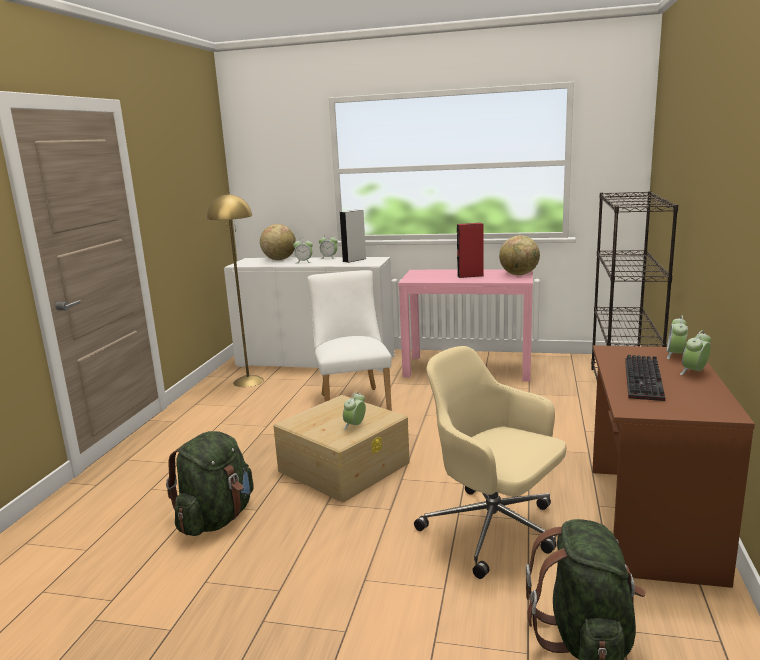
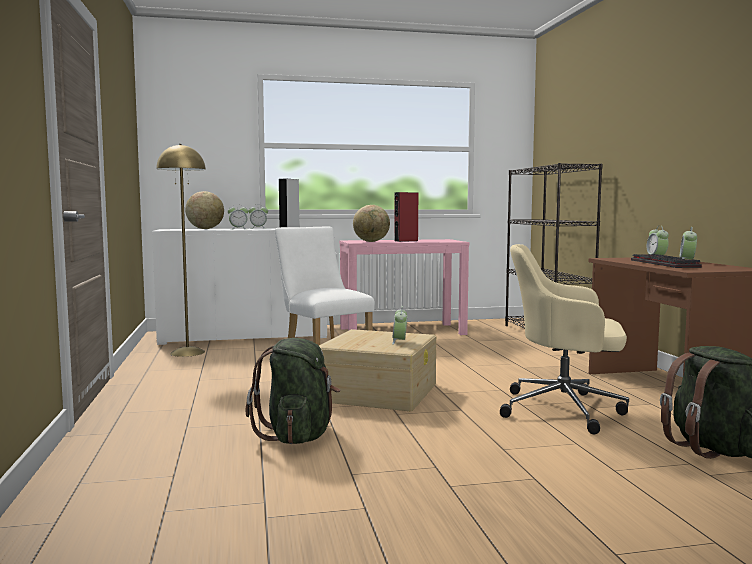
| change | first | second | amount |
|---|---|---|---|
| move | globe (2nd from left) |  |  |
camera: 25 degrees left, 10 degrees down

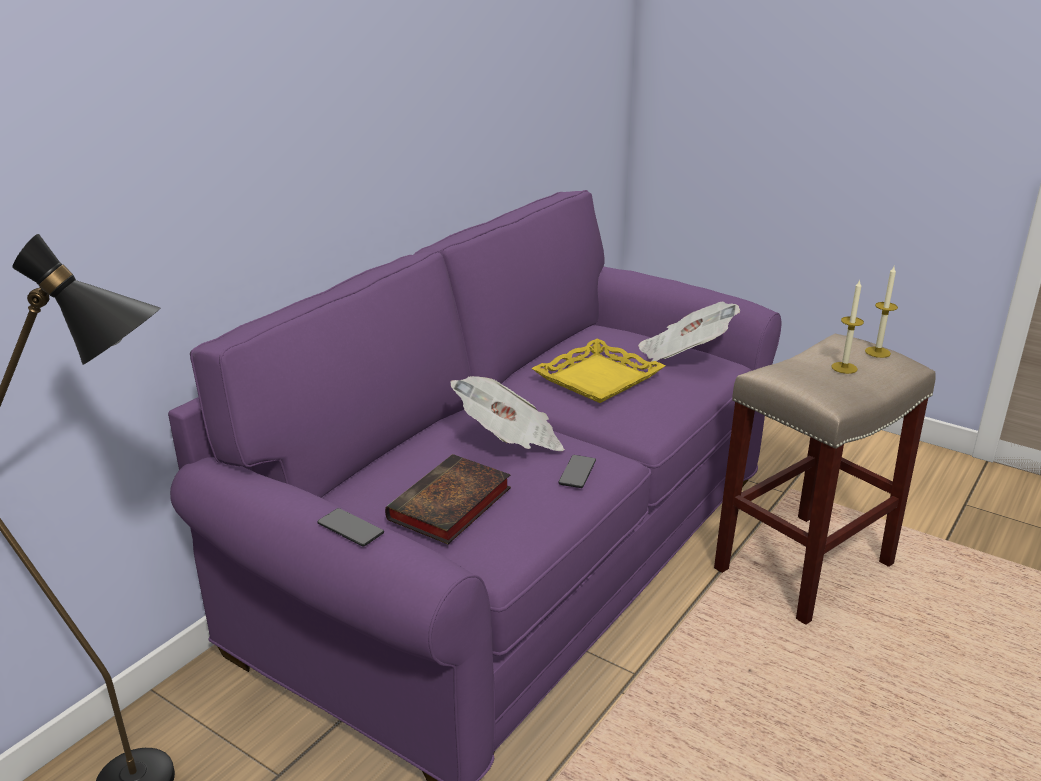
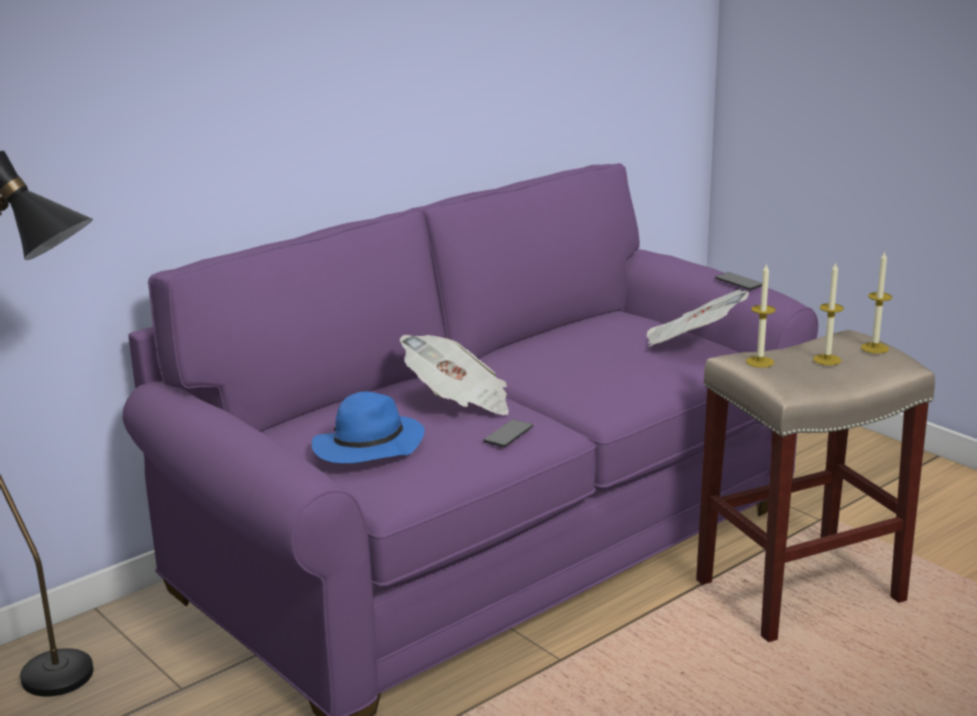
| change | first | second | amount |
|---|---|---|---|
| delete | tray/yellow |  |  |
| insert |  | candle (1st from left) |  |
| move | phone (1st from left in the first image) | phone (2nd from left) |  |
| replace | book | hat/blue |  |
camera: 15 degrees right, 5 degrees down

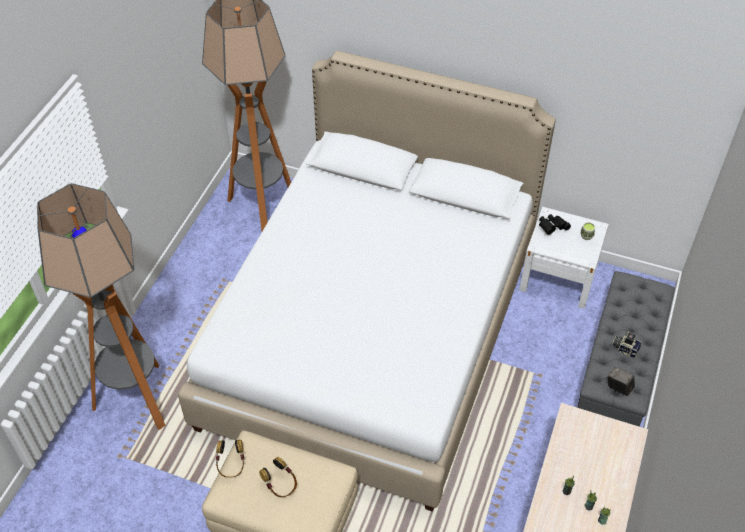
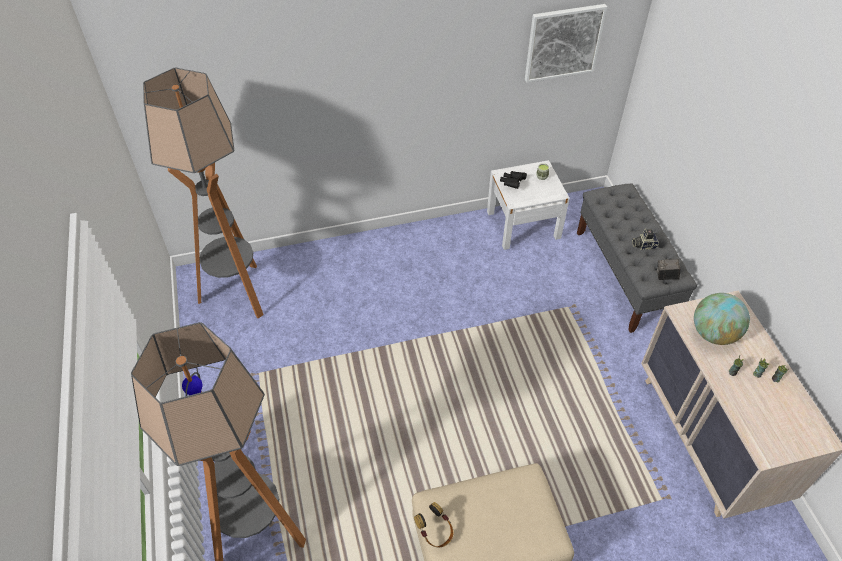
| change | first | second | amount |
|---|---|---|---|
| delete | bed/white |  |  |
| delete | headphones (2nd from left) |  |  |
| insert |  | picture |  |
| insert |  | globe |  |
camera: 35 degrees left, 0 degrees up

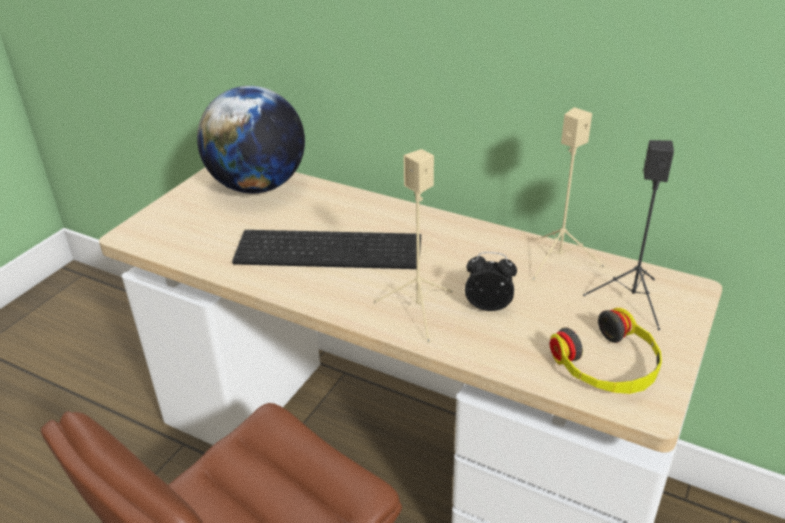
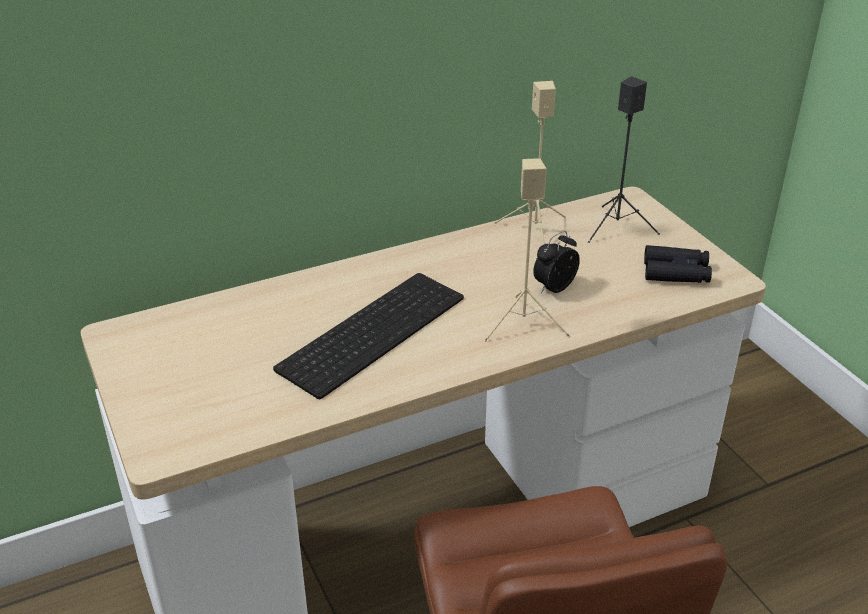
| change | first | second | amount |
|---|---|---|---|
| delete | globe |  |  |
| replace | headphones | binoculars/black |  |
camera: 55 degrees left, 0 degrees up

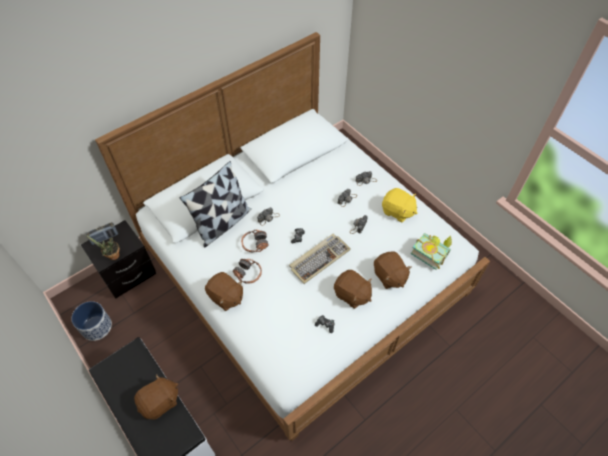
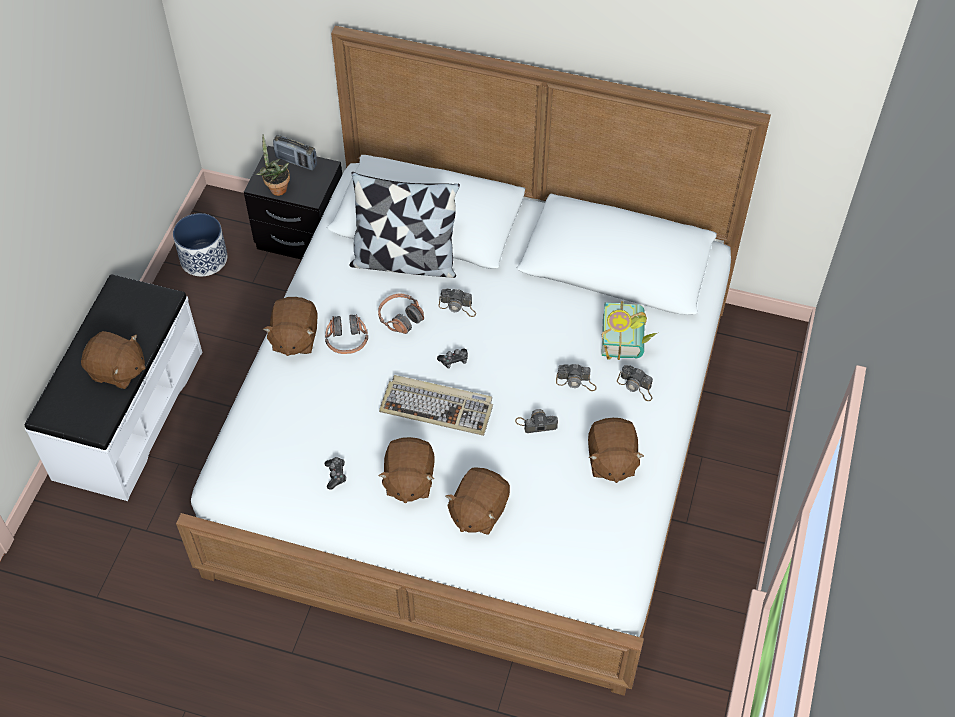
| change | first | second | amount |
|---|---|---|---|
| move | book |  |  |
| recolor | plush toy/yellow | plush toy/brown (5th from left) |  |
camera: 55 degrees right, 0 degrees up

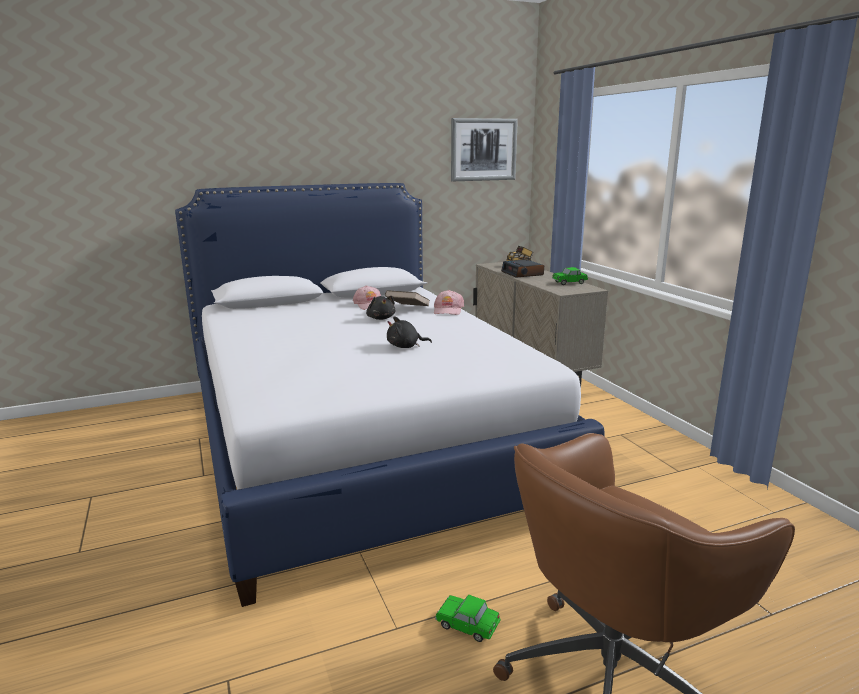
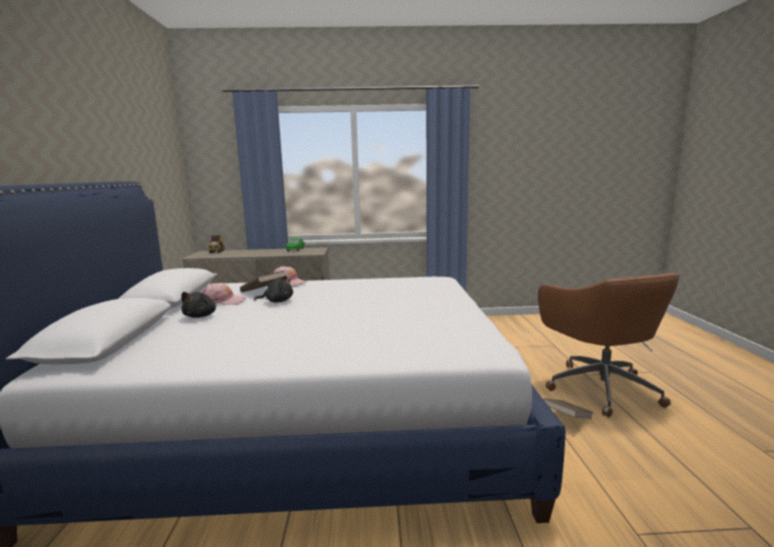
| change | first | second | amount |
|---|---|---|---|
| delete | picture |  |  |
| delete | alarm clock |  |  |
| move | plush toy/black (2nd from left in the first image) | plush toy/black (1st from left) |  |
| replace | toy car (1st from left) | book/brown (2nd from left) |  |
camera: 70 degrees left, 5 degrees down

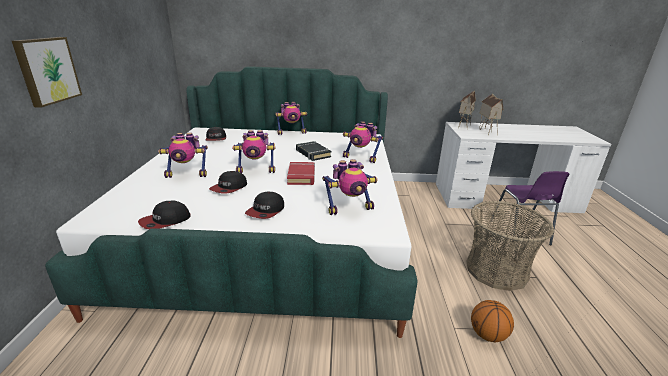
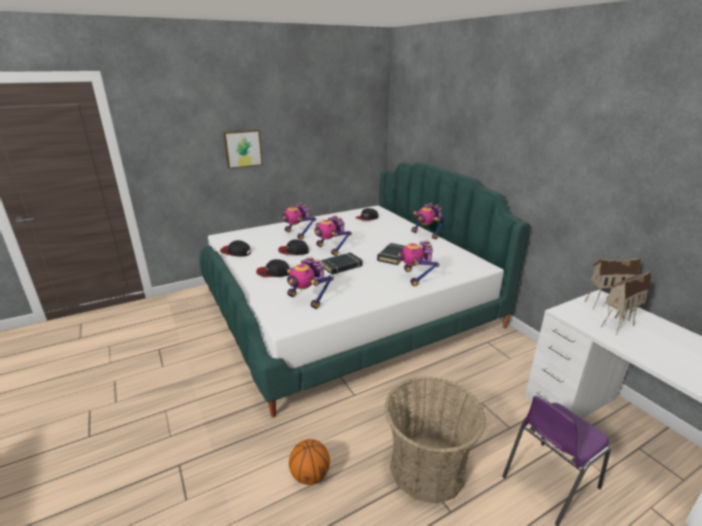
| change | first | second | amount |
|---|---|---|---|
| recolor | book/red | book/black (1st from left) |  |
camera: 60 degrees right, 0 degrees up

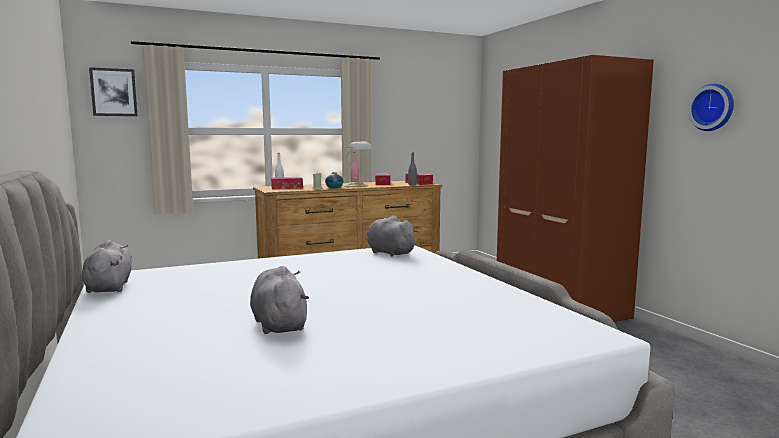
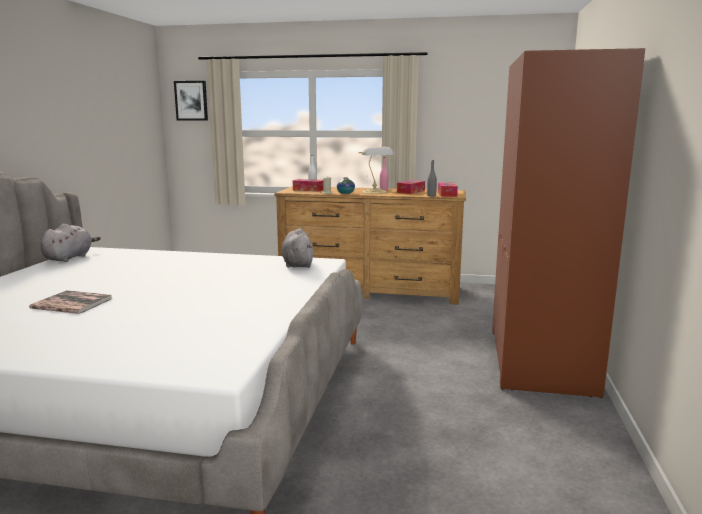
| change | first | second | amount |
|---|---|---|---|
| delete | wall clock |  |  |
| replace | plush toy/grey (2nd from left) | book |  |
camera: 35 degrees right, 5 degrees up

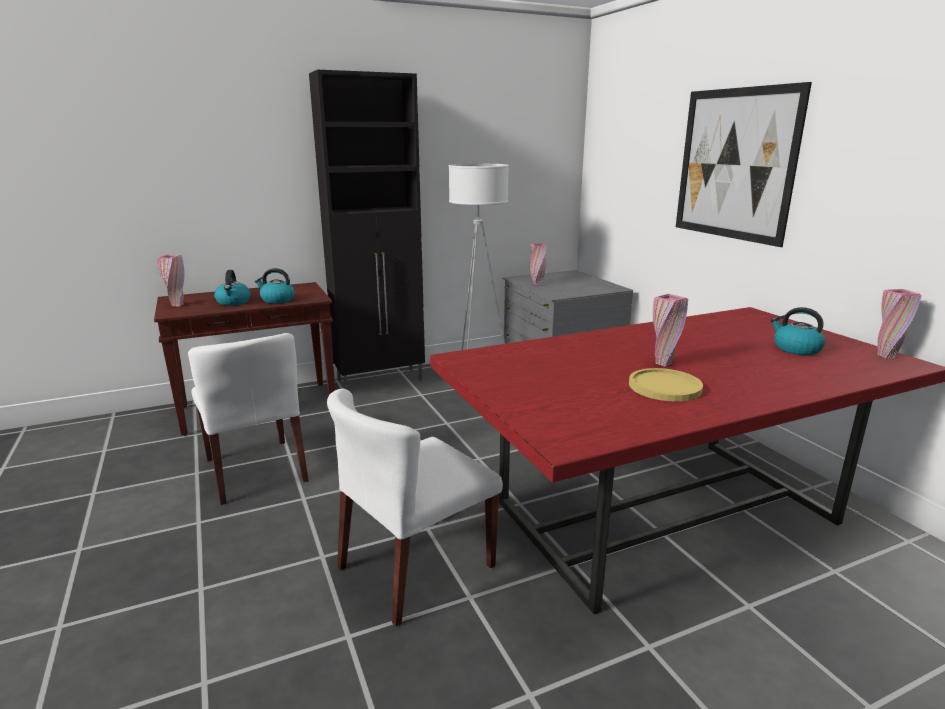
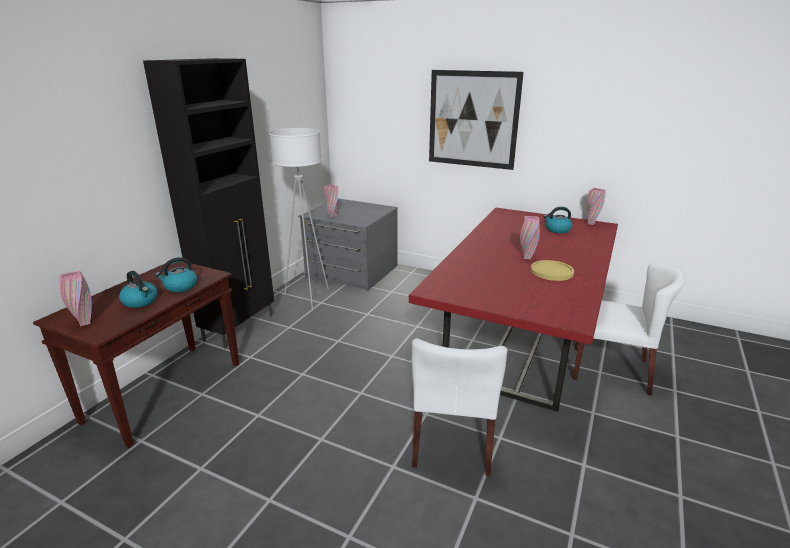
| change | first | second | amount |
|---|---|---|---|
| move | chair/white (1st from left in the first image) | chair/white (2nd from left) |  |
camera: 40 degrees left, 5 degrees up

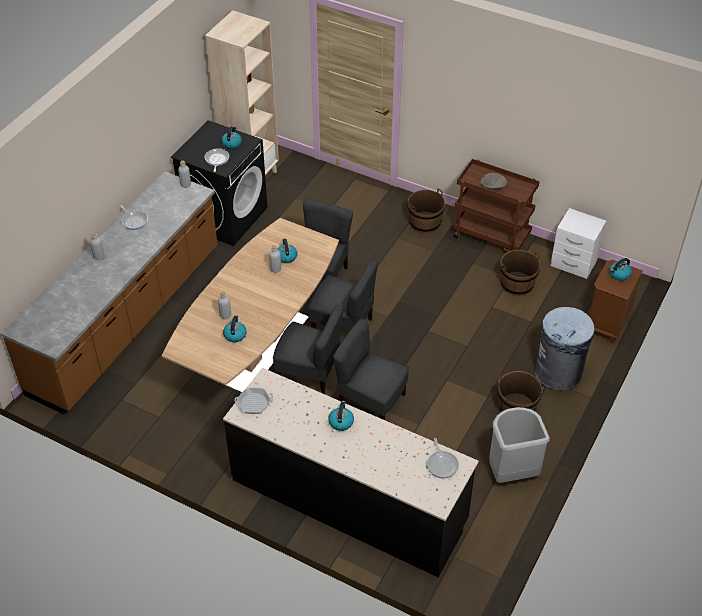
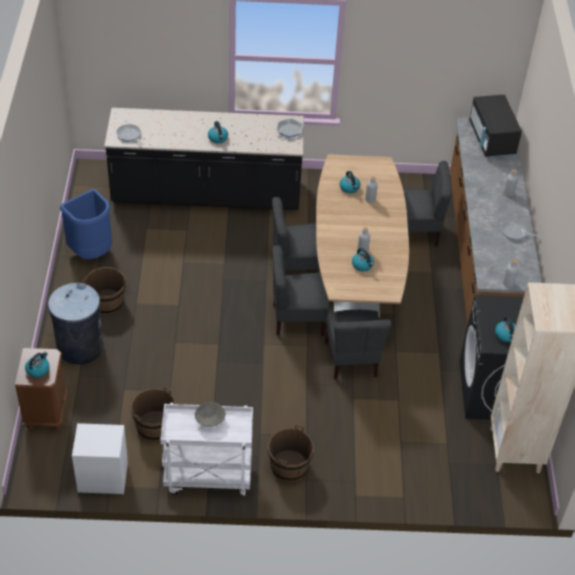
| change | first | second | amount |
|---|---|---|---|
| delete | frying pan (2nd from left) |  |  |
| insert |  | microwave/black |  |
| move | chair/grey (4th from left) |  |  |
| recolor | cart/brown | cart/white |  |
| recolor | trash can/grey (1st from left) | trash can/blue |  |
camera: 150 degrees right, 0 degrees up

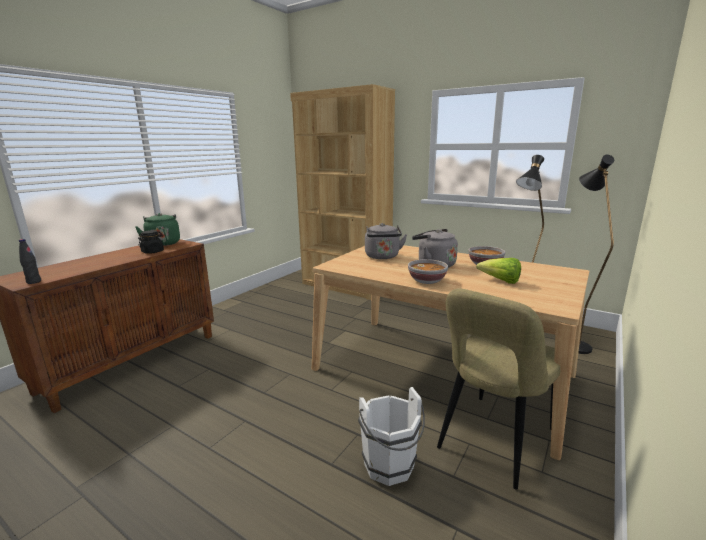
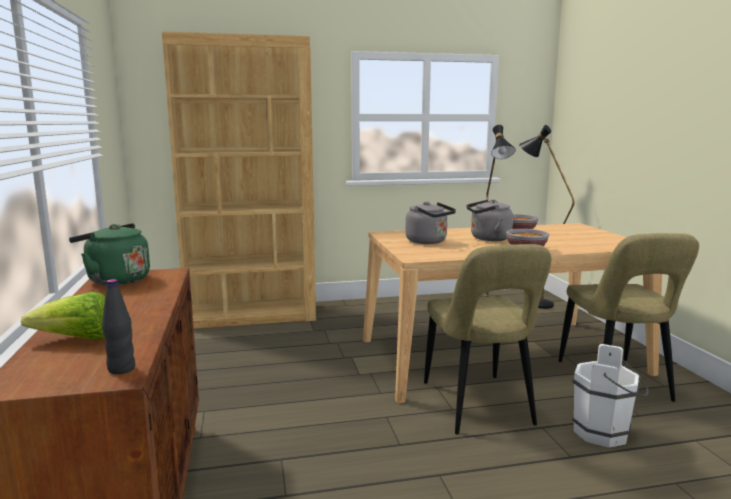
| change | first | second | amount |
|---|---|---|---|
| delete | jar/black |  |  |
| insert |  | chair/beige (1st from left) |  |
| move | lettuce |  |  |
camera: 45 degrees left, 5 degrees down

